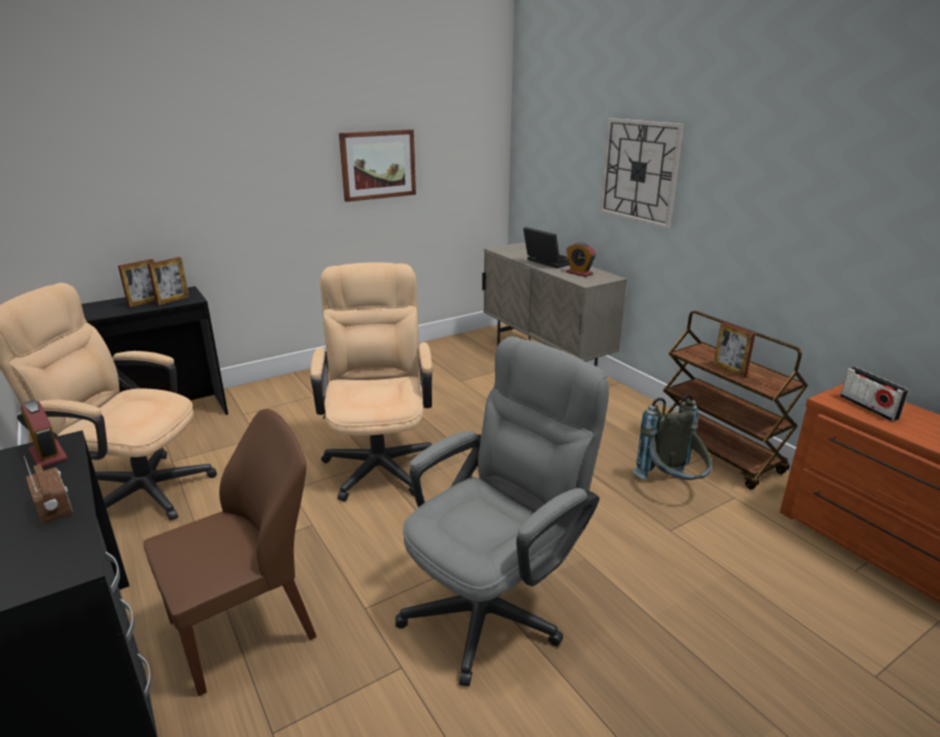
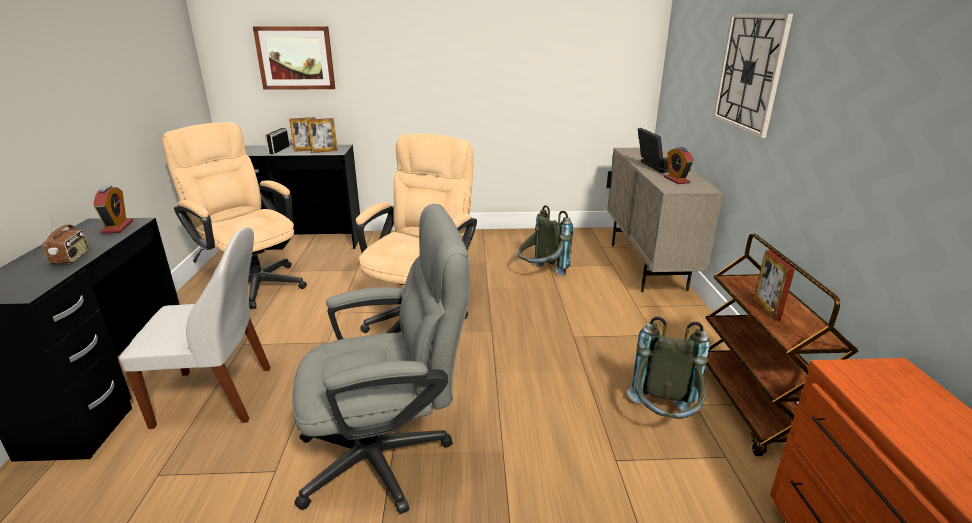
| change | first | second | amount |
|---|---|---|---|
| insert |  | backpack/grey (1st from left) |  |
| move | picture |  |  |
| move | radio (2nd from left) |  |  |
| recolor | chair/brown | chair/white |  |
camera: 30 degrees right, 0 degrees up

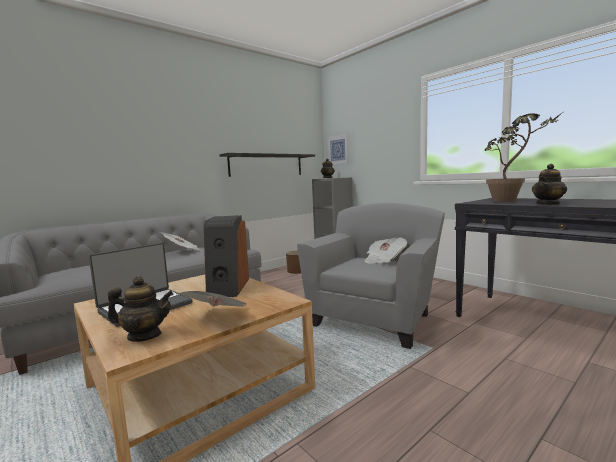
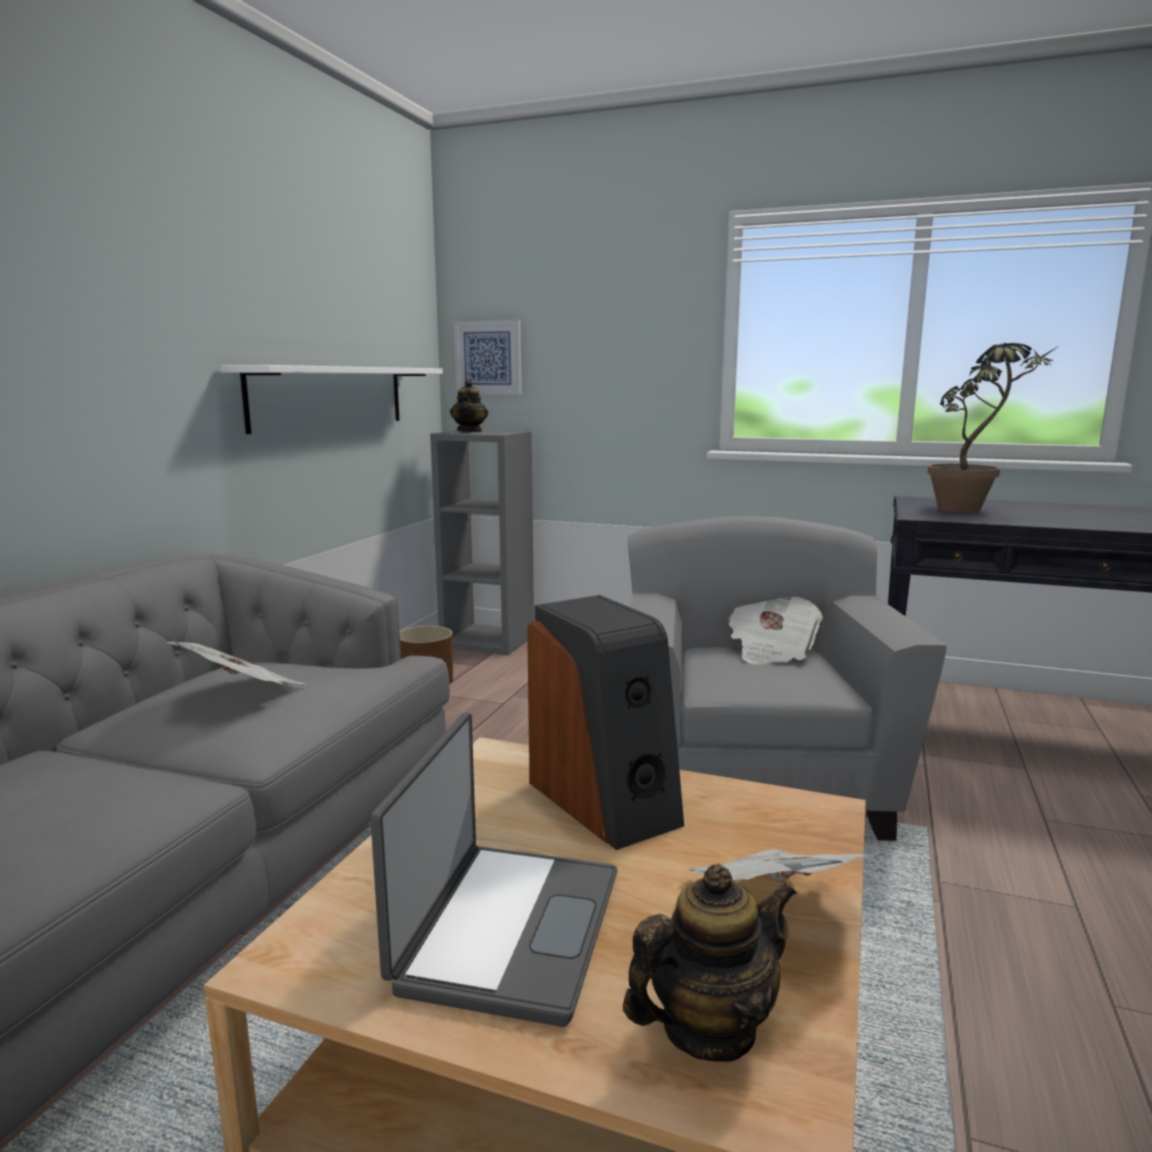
| change | first | second | amount |
|---|---|---|---|
| delete | teapot (3rd from left) |  |  |
| recolor | shelf/black | shelf/white |  |
camera: 30 degrees left, 5 degrees up

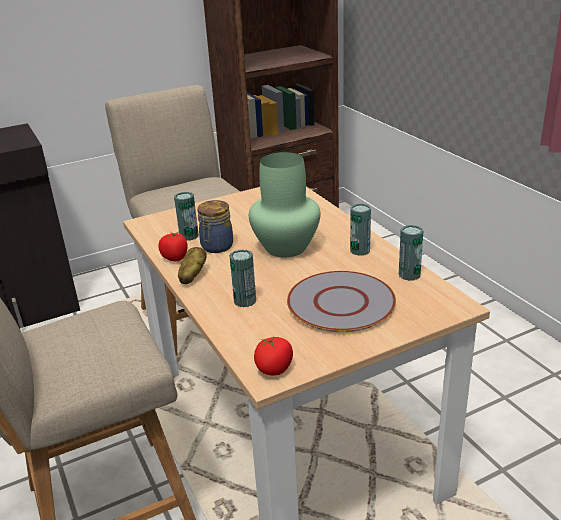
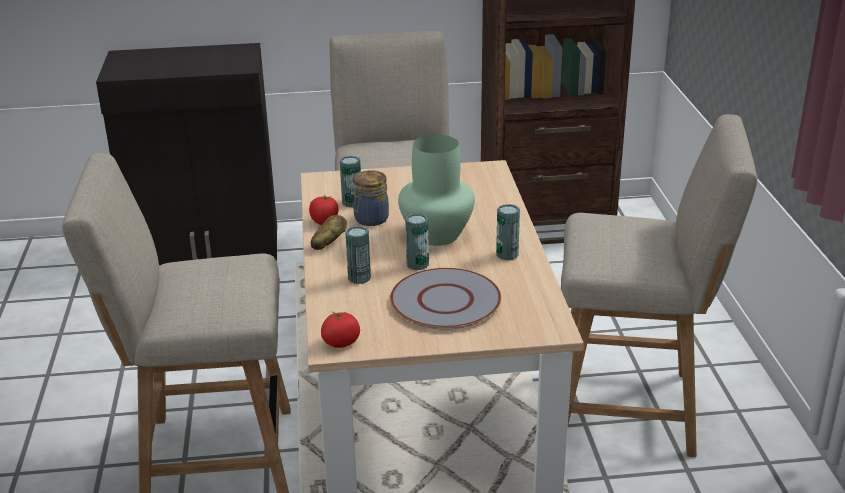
| change | first | second | amount |
|---|---|---|---|
| insert |  | chair/beige (3rd from left) |  |
| move | can (4th from left in the first image) | can (3rd from left) |  |
camera: 20 degrees right, 0 degrees up

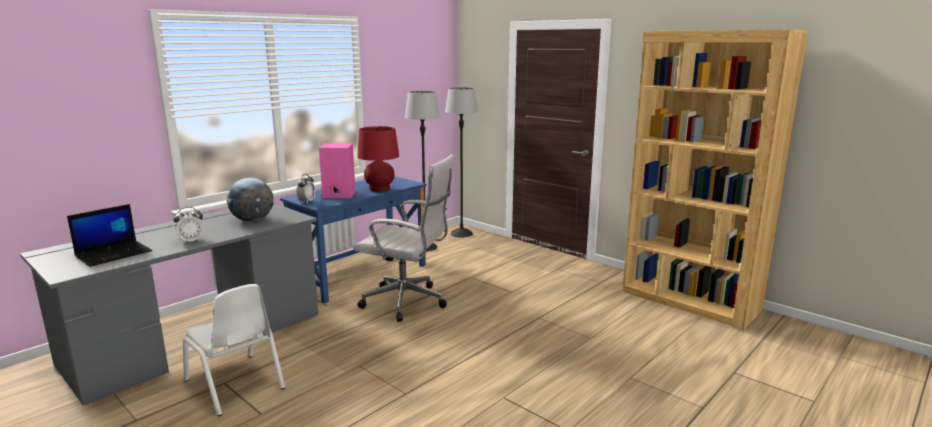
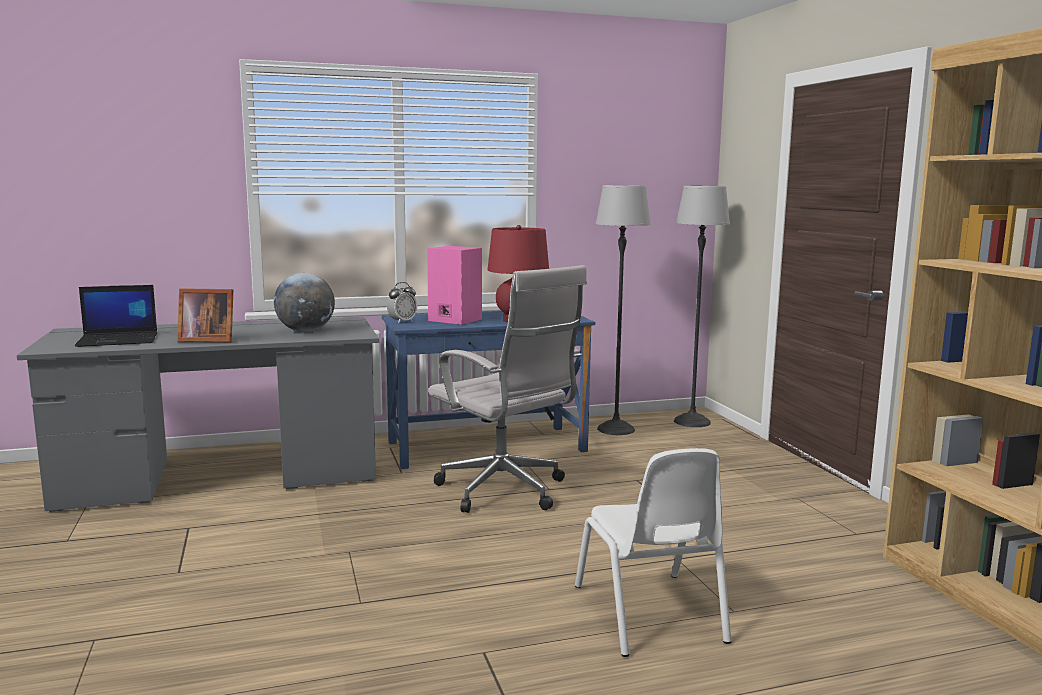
| change | first | second | amount |
|---|---|---|---|
| move | chair/white |  |  |
| replace | alarm clock (1st from left) | picture frame |  |
camera: 30 degrees right, 5 degrees down

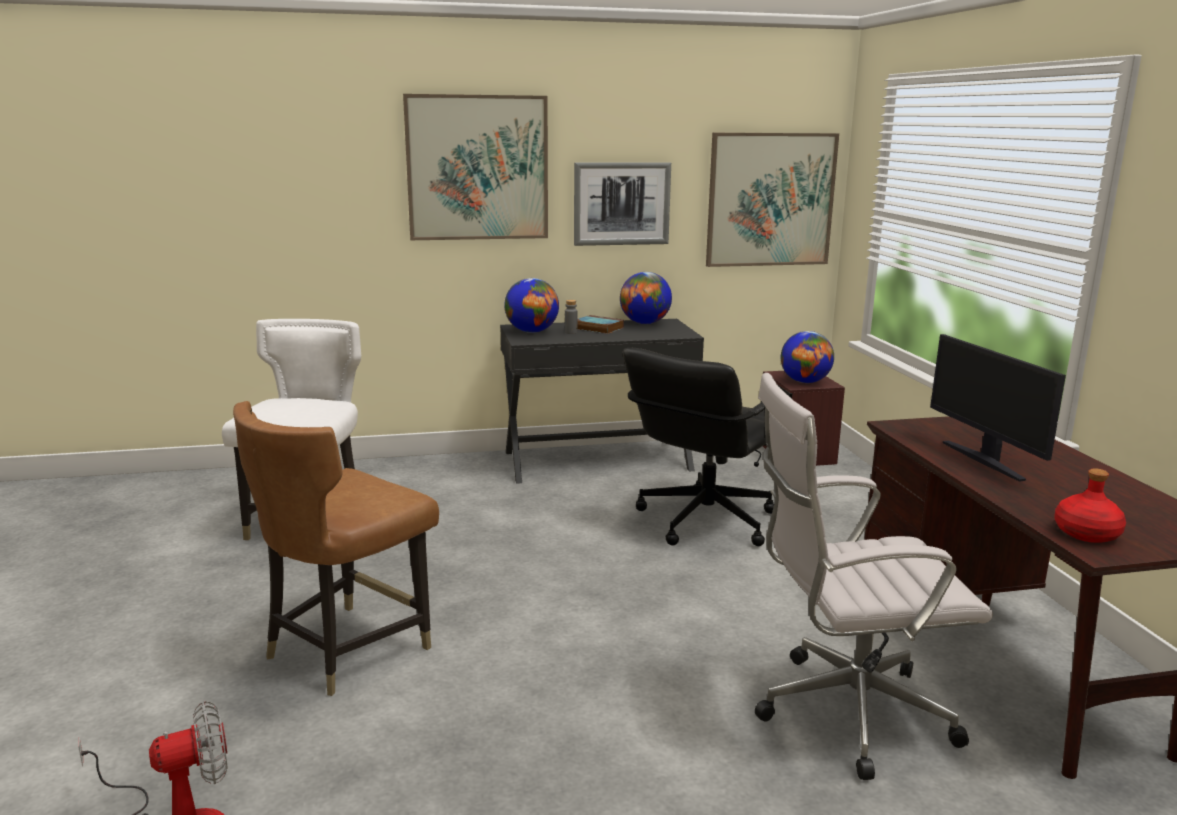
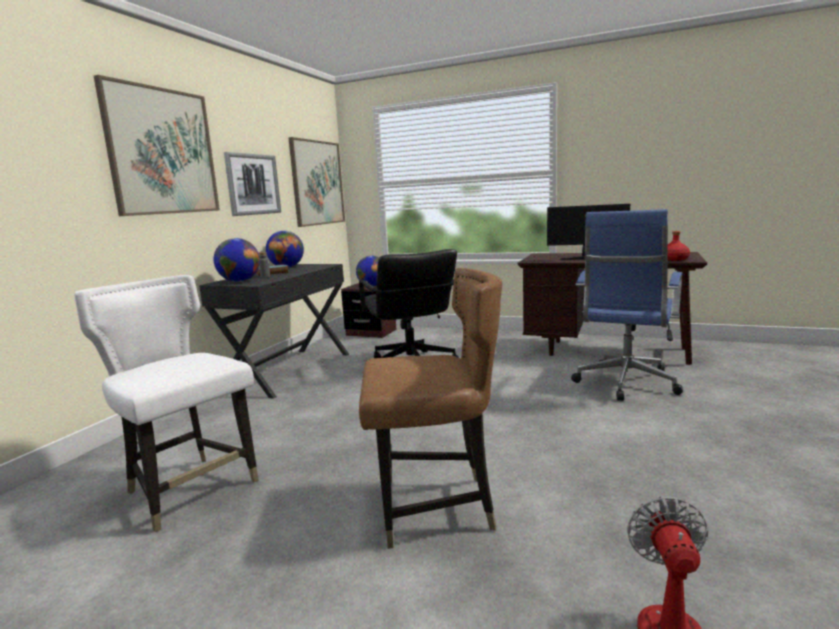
| change | first | second | amount |
|---|---|---|---|
| recolor | office chair/white | office chair/blue |  |
| rotate | chair/brown |  | 75 degrees counterclockwise |
camera: 55 degrees left, 5 degrees down

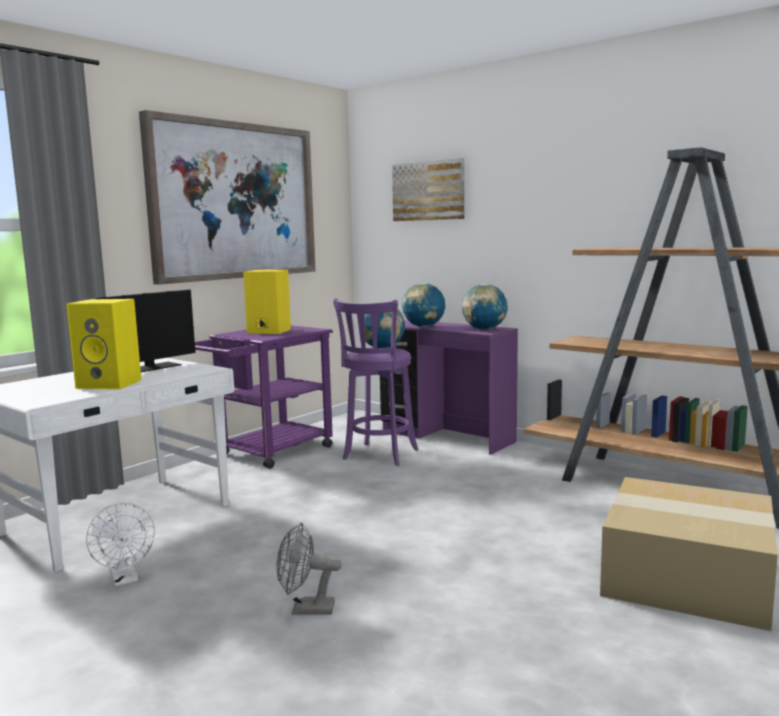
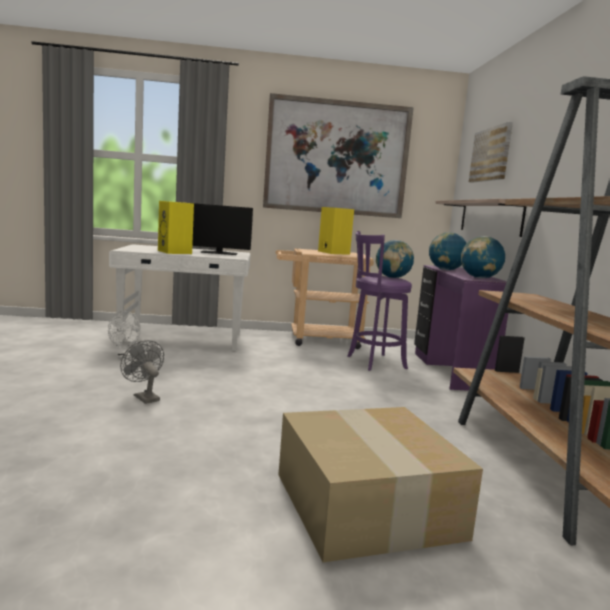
| change | first | second | amount |
|---|---|---|---|
| insert |  | shelf |  |
| recolor | cart/purple | cart/beige |  |
camera: 45 degrees right, 0 degrees up

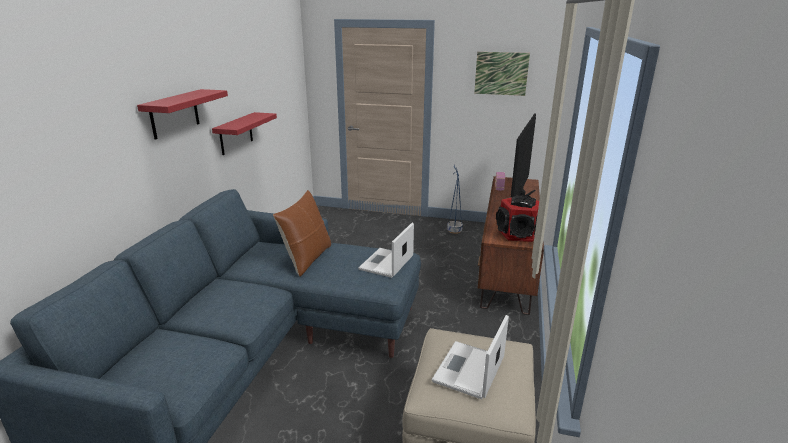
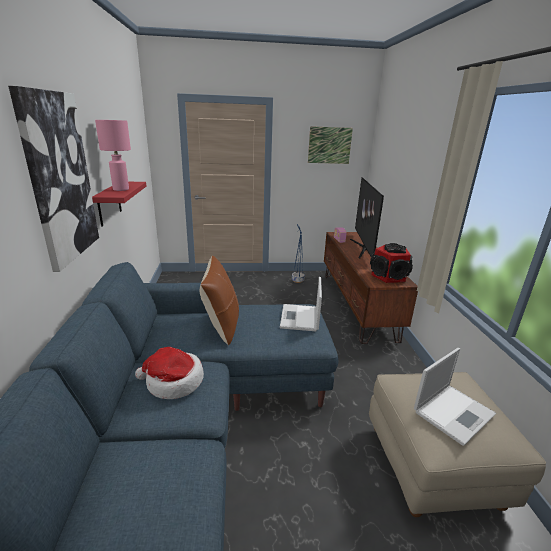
| change | first | second | amount |
|---|---|---|---|
| insert |  | table lamp/pink |  |
| insert |  | hat |  |
| replace | shelf/red (1st from left) | picture (1st from left) |  |
| rotate | laptop (2nd from left) |  | 135 degrees counterclockwise |
camera: 20 degrees left, 0 degrees up

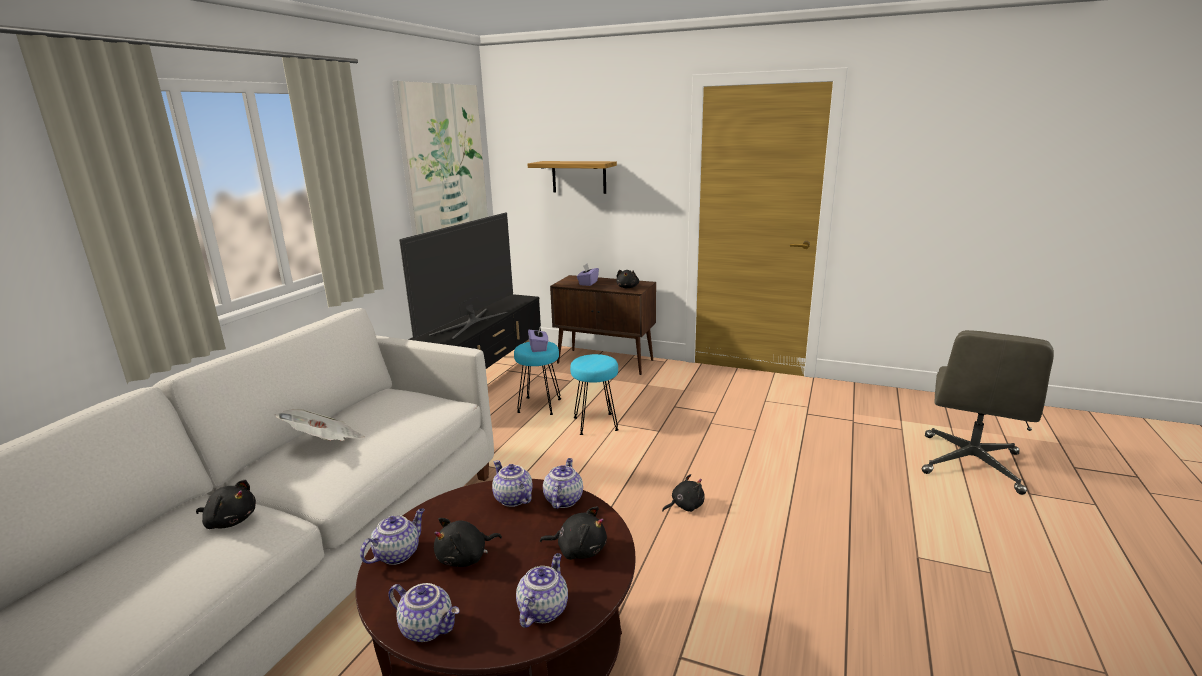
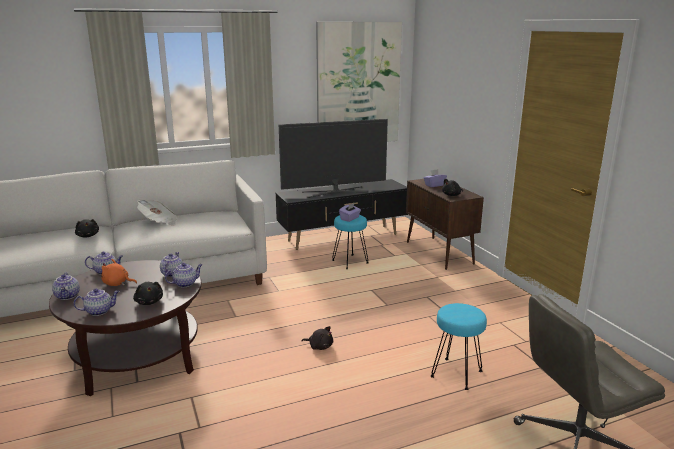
| change | first | second | amount |
|---|---|---|---|
| delete | shelf |  |  |
| move | stool/turquoise (2nd from left) |  |  |
| recolor | plush toy/black (2nd from left) | plush toy/orange |  |
camera: 45 degrees right, 0 degrees up

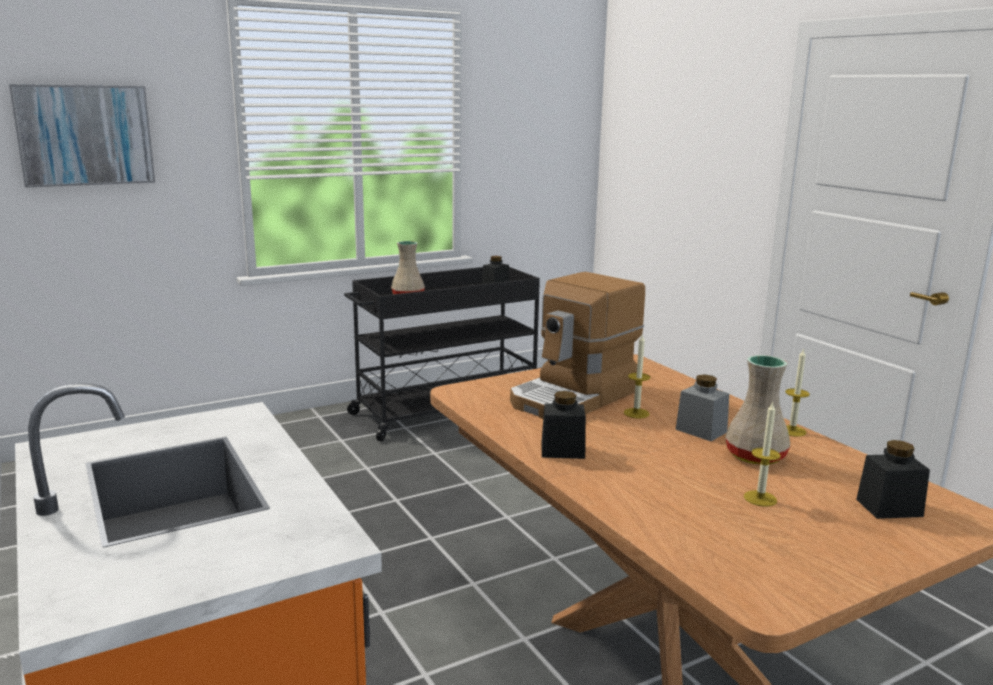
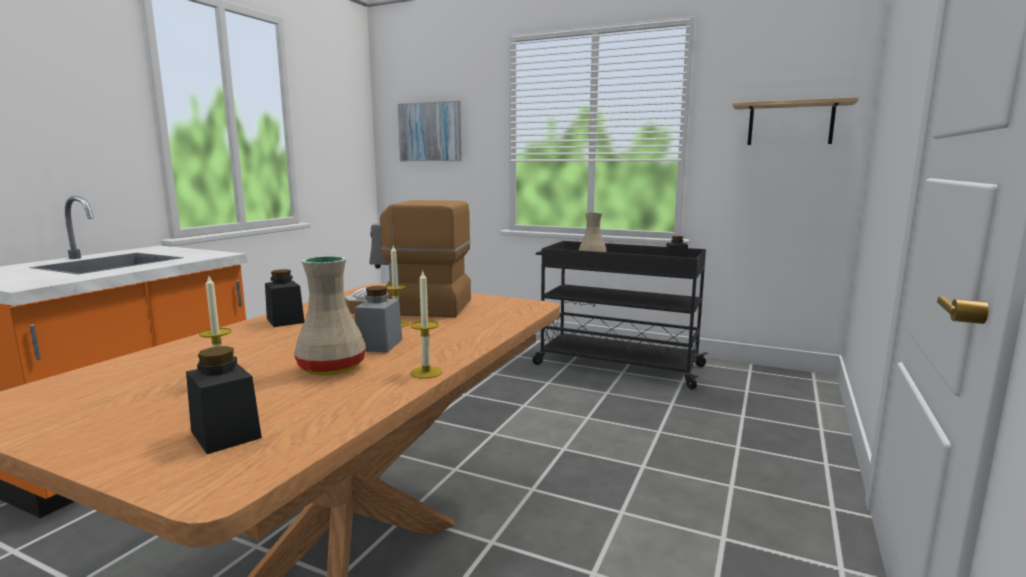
| change | first | second | amount |
|---|---|---|---|
| insert |  | shelf |  |
camera: 55 degrees right, 5 degrees down

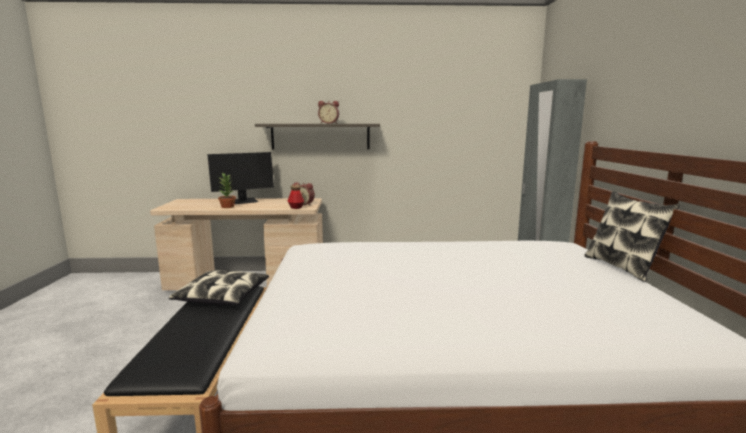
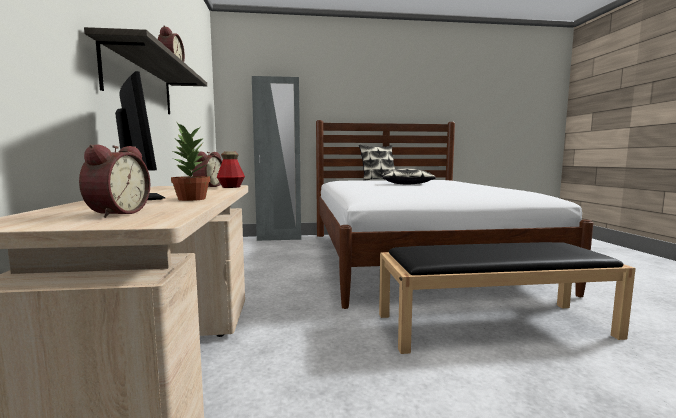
| change | first | second | amount |
|---|---|---|---|
| insert |  | alarm clock (1st from left) |  |
| move | pillow (1st from left in the first image) | pillow (2nd from left) |  |
camera: 95 degrees left, 5 degrees down

